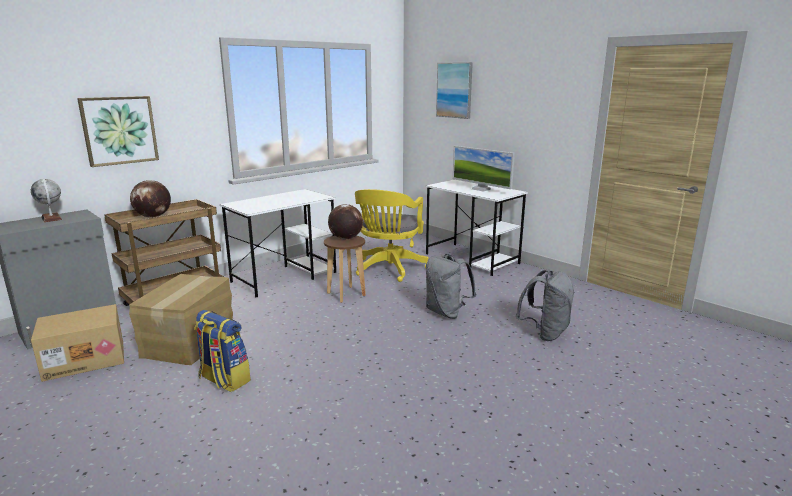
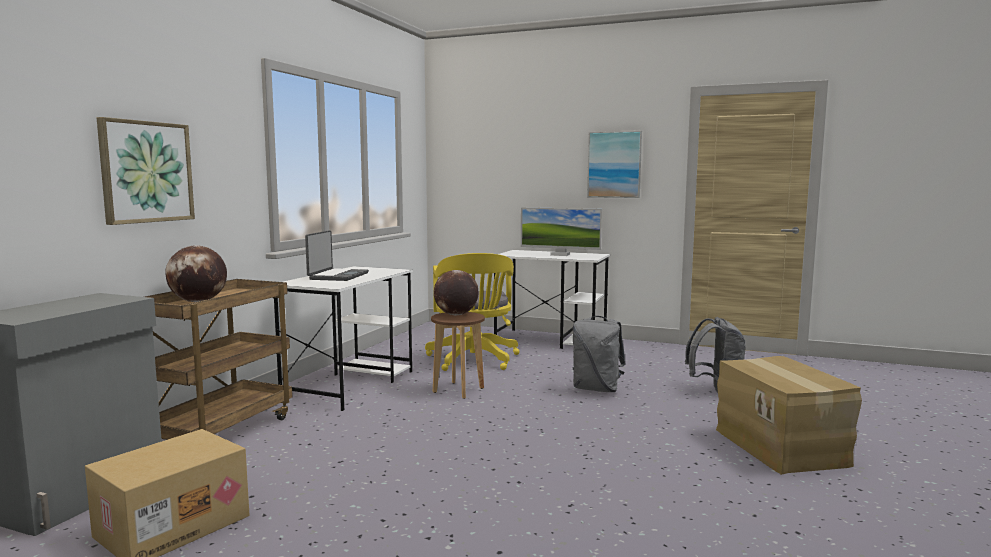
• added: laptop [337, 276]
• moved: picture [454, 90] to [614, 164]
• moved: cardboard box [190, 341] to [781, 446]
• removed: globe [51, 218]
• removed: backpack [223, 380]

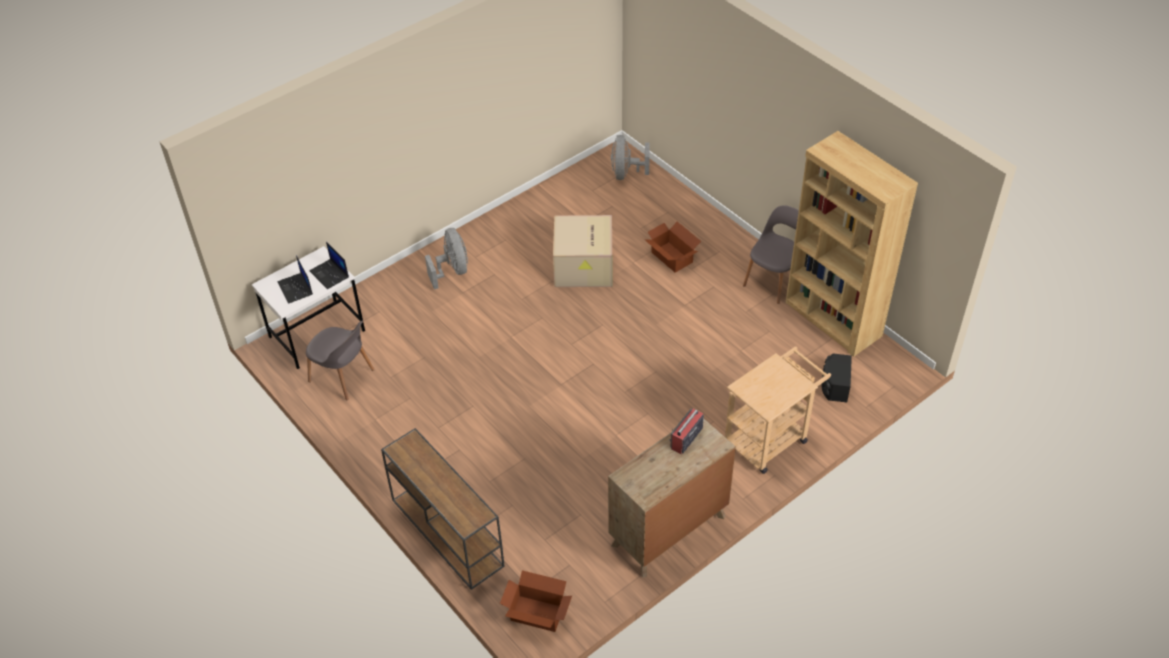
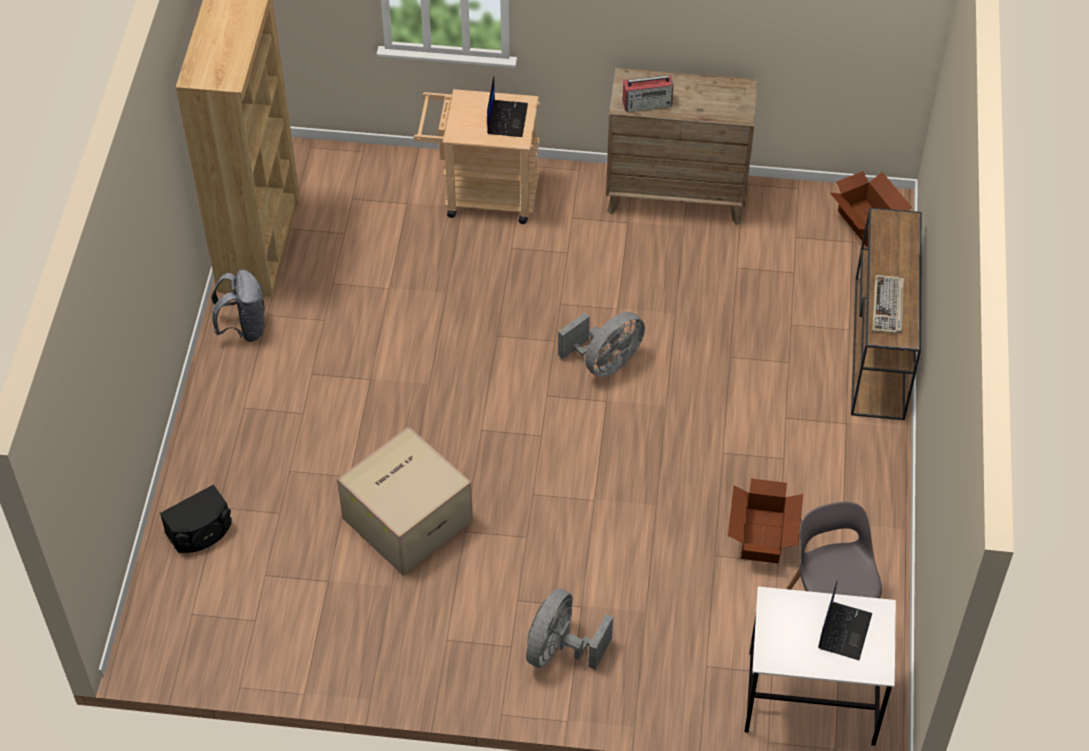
• moved: speaker (black) [834, 385] to [201, 532]
• replaced: chair (grey) [774, 280] to backpack (grey) [244, 328]
• moved: laptop [330, 274] to [506, 118]
• moved: fan (grey) [626, 173] to [605, 362]
• moved: cardboard box [671, 257] to [763, 535]
• added: keyboard [888, 306]

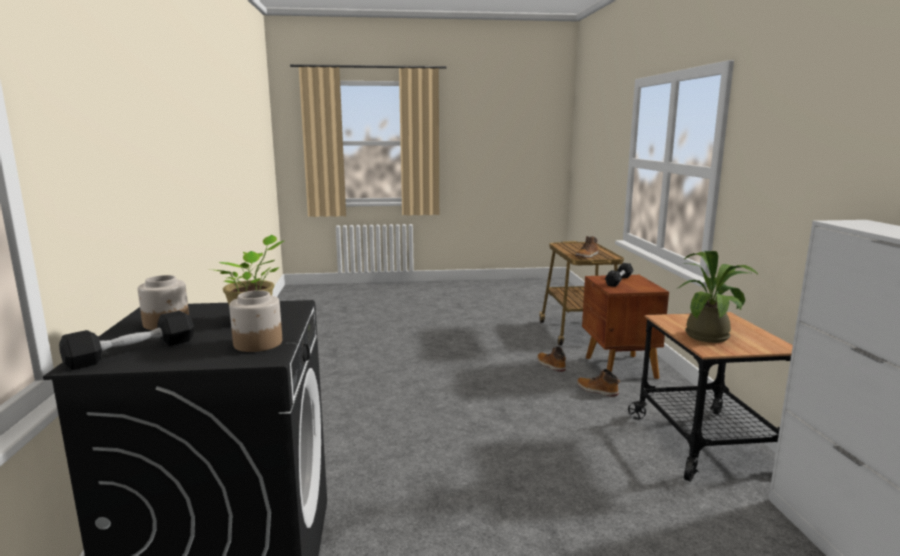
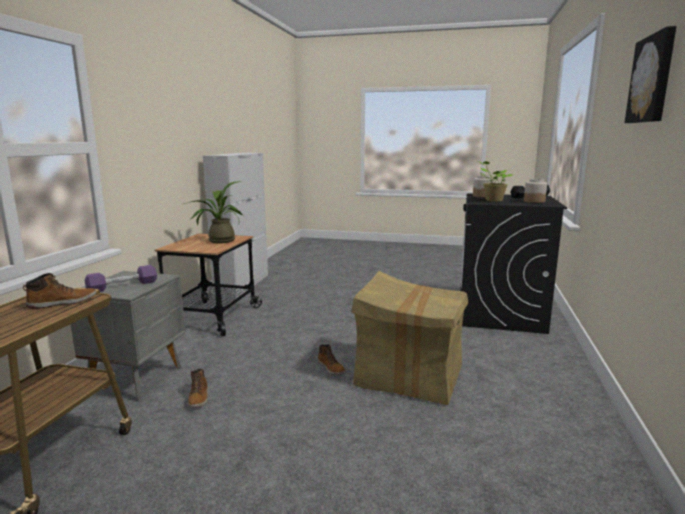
• recoloured: nightstand (brown) [619, 368] to nightstand (grey) [138, 379]
• recoloured: dumbbell (black) [618, 281] to dumbbell (purple) [122, 286]
• moved: boot [596, 390] to [331, 368]
• added: cardboard box [408, 375]
• added: picture [653, 79]

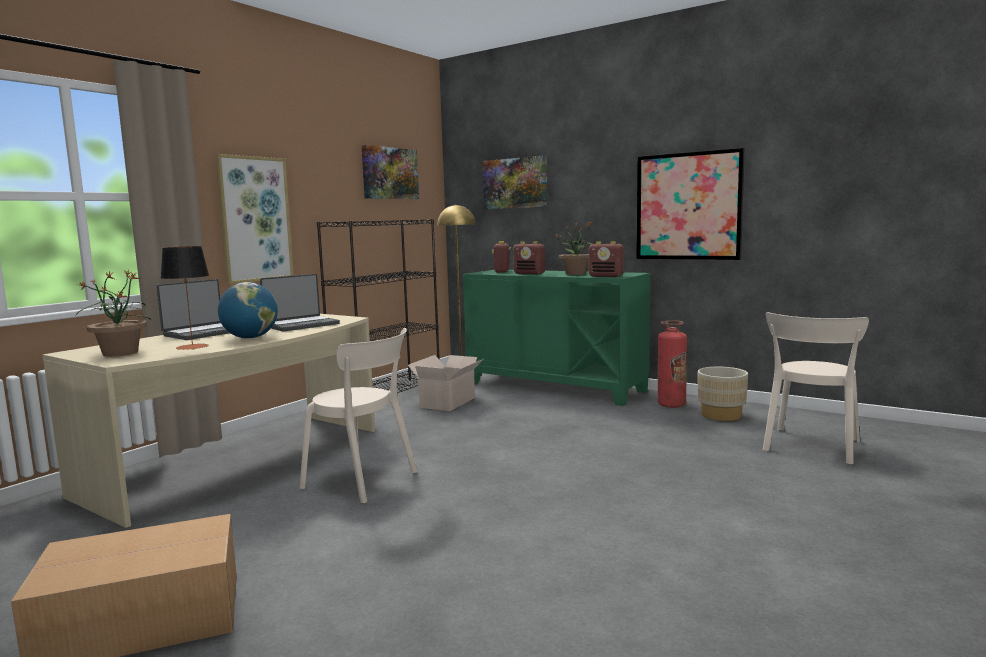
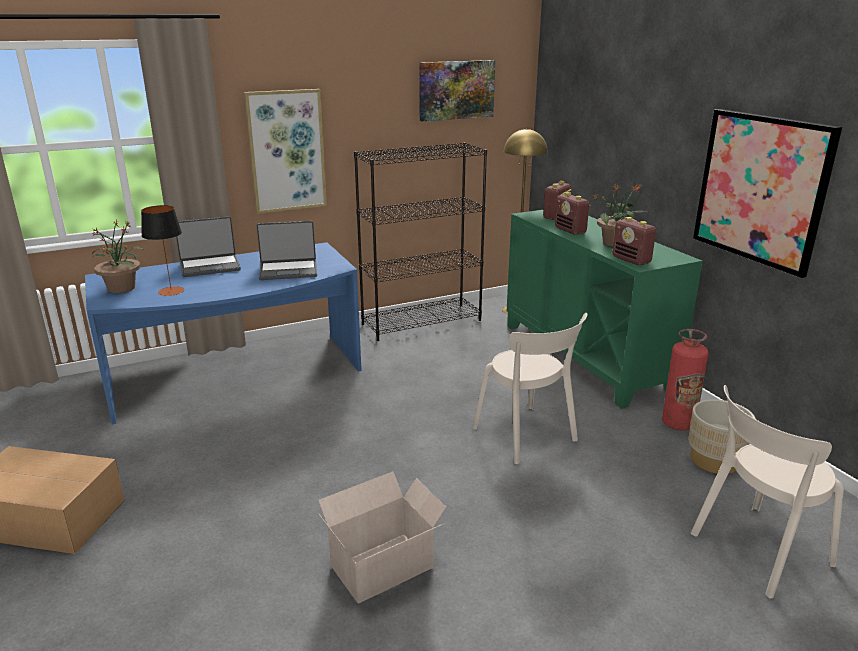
• recoloured: desk (beige) [243, 462] to desk (blue) [237, 378]
• moved: cardboard box [449, 402] to [385, 566]
• moved: chair (beige) [364, 481] to [527, 436]
• removed: globe [250, 338]
• removed: picture [515, 183]

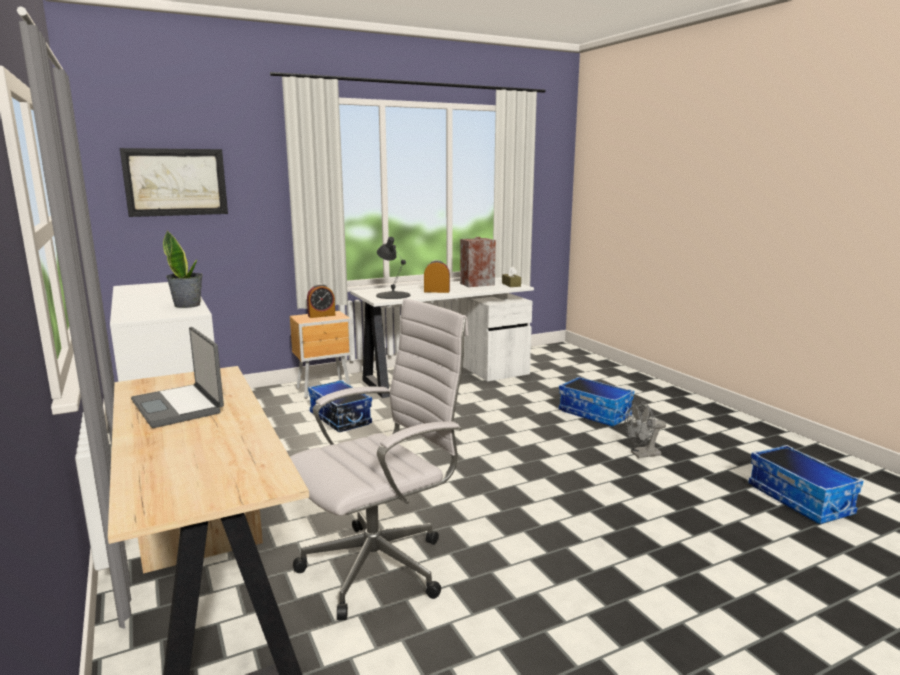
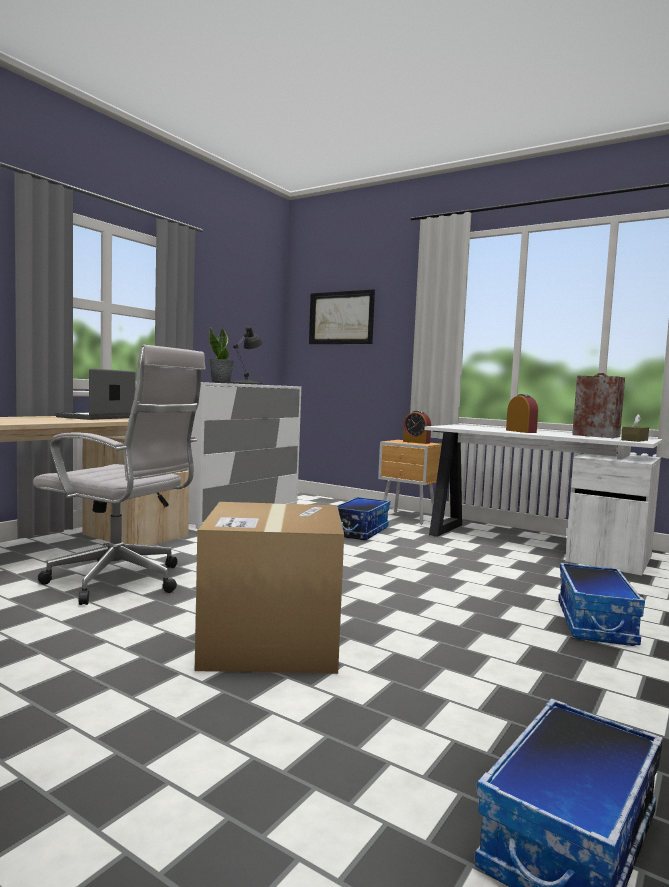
• added: cardboard box [271, 642]
• moved: table lamp (black) [393, 295] to [246, 383]
• removed: fan (grey) [641, 454]

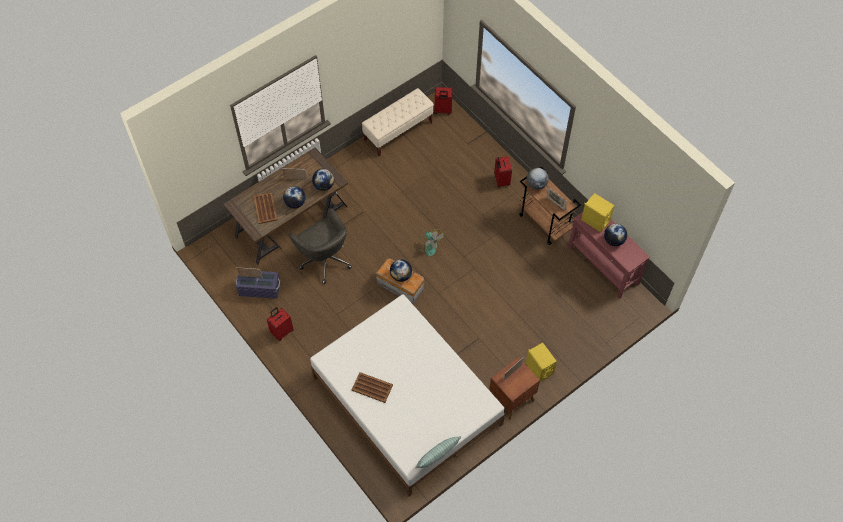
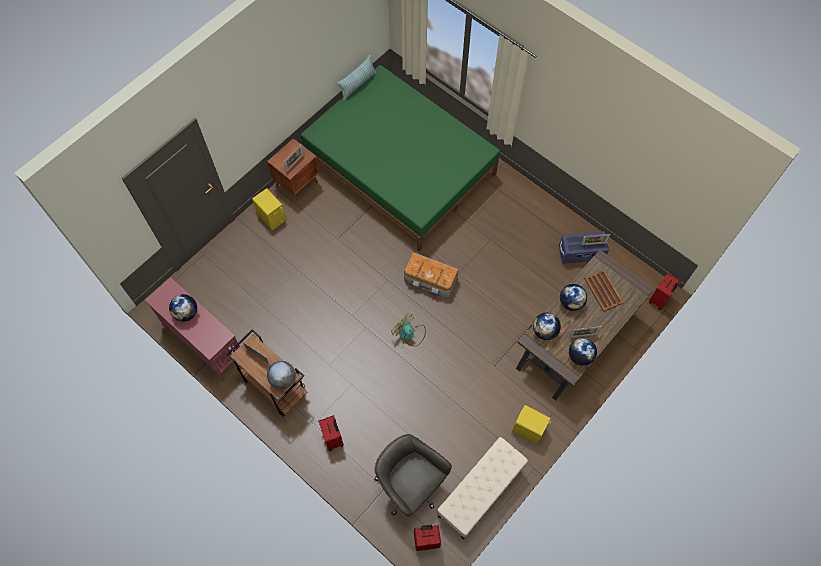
• recoloured: bed (white) [406, 401] to bed (green) [400, 167]
• moved: office chair (grey) [324, 259] to [410, 485]
• moved: speaker (yellow) [595, 220] to [528, 429]
• moved: globe [401, 276] to [580, 356]
• moved: suitcase (red) [282, 331] to [659, 299]
• removed: tray (brown) [372, 387]

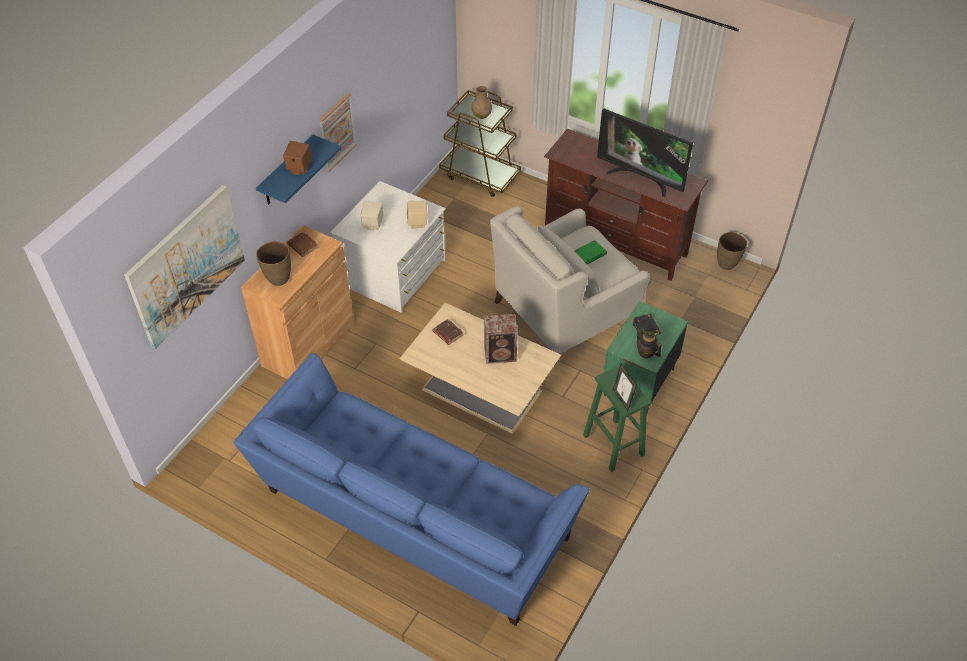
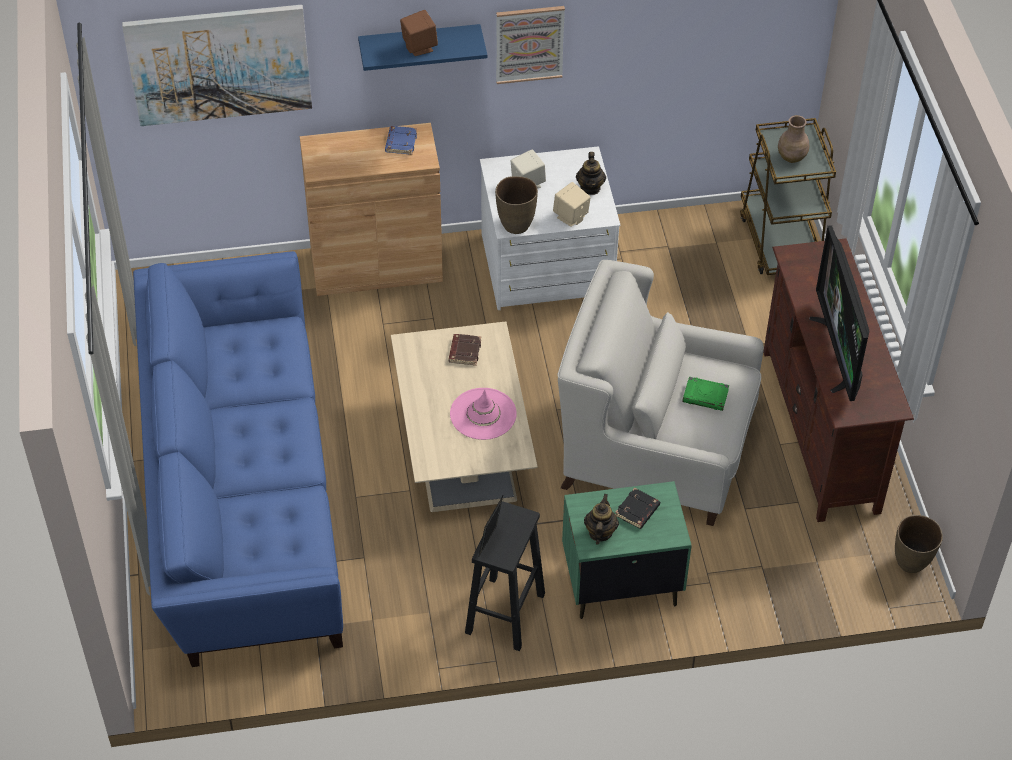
• recoloured: book (brown) [302, 246] to book (blue) [400, 142]
• replaced: speaker [501, 354] to hat (pink) [483, 414]
• recoloured: stool (green) [614, 445] to stool (black) [505, 614]
• moved: vase (brown) [278, 279] to [515, 225]
• added: teapot [590, 187]

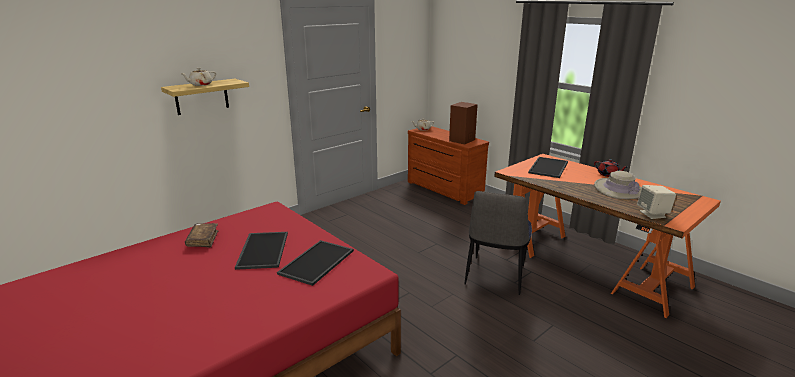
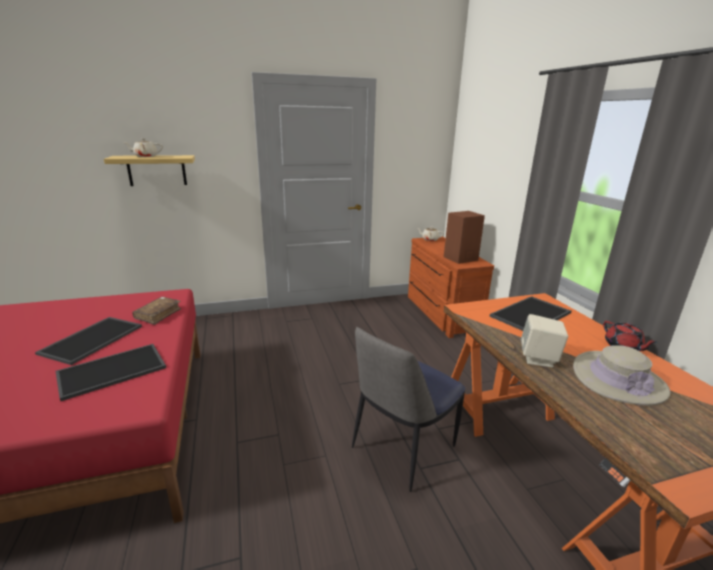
• moved: book (brown) [203, 239] to [158, 315]
• moved: speaker (beige) [653, 214] to [539, 358]

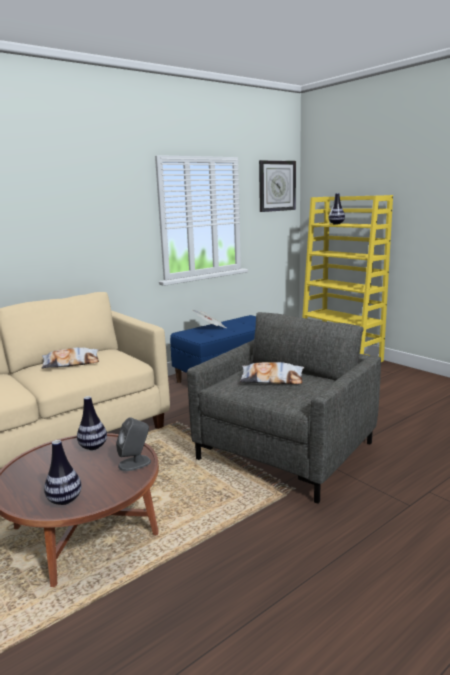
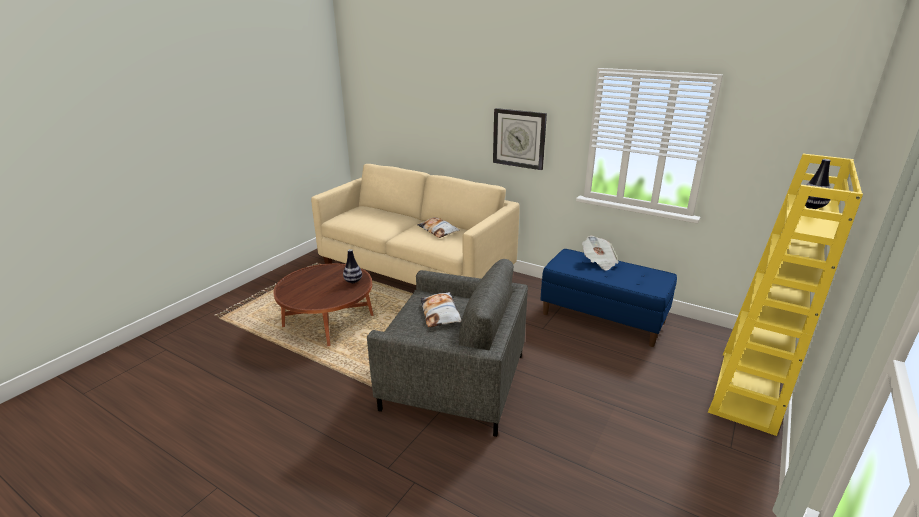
• moved: wall clock [277, 186] to [519, 138]
• removed: vase [64, 500]
• removed: speaker (grey) [135, 463]

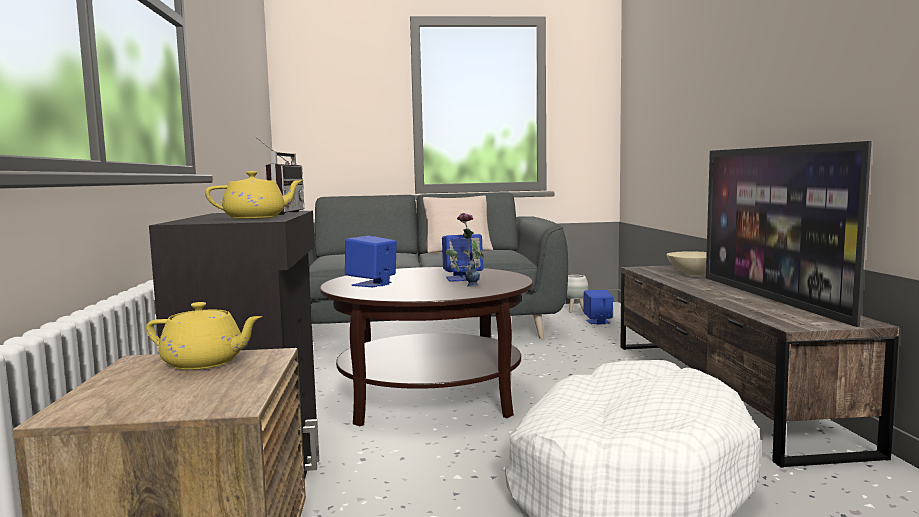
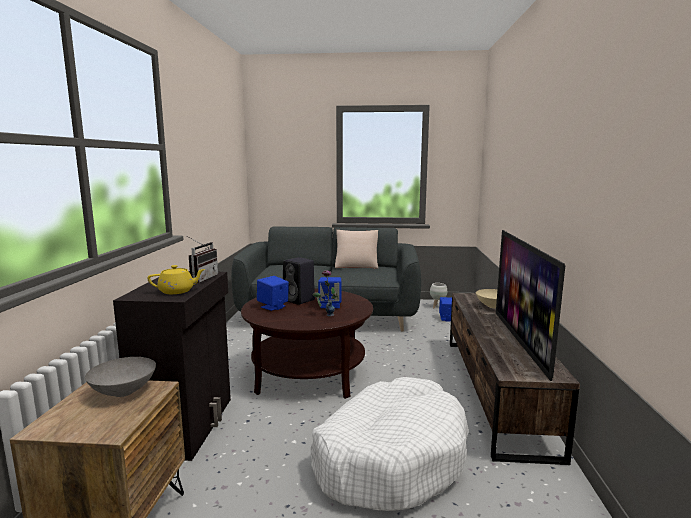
• replaced: teapot (yellow) [205, 363] to bowl (grey) [124, 391]
• added: speaker (black) [299, 300]

